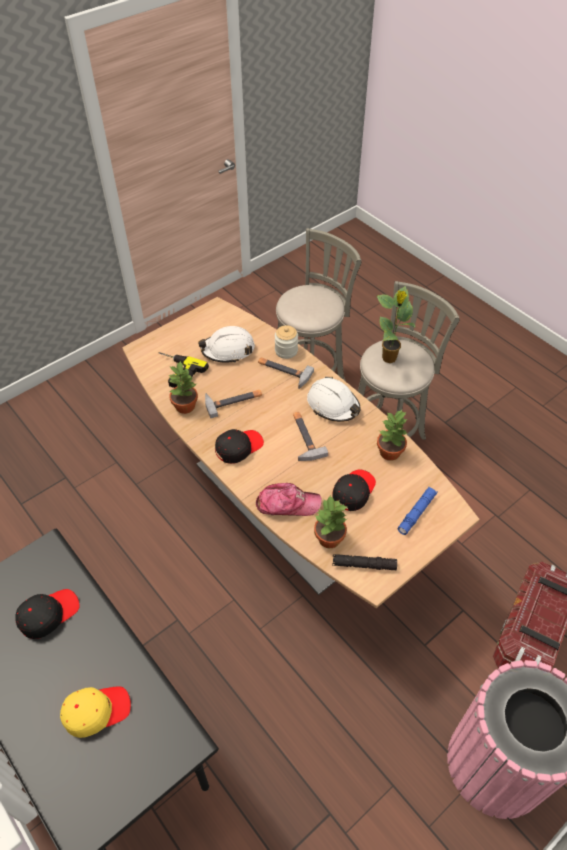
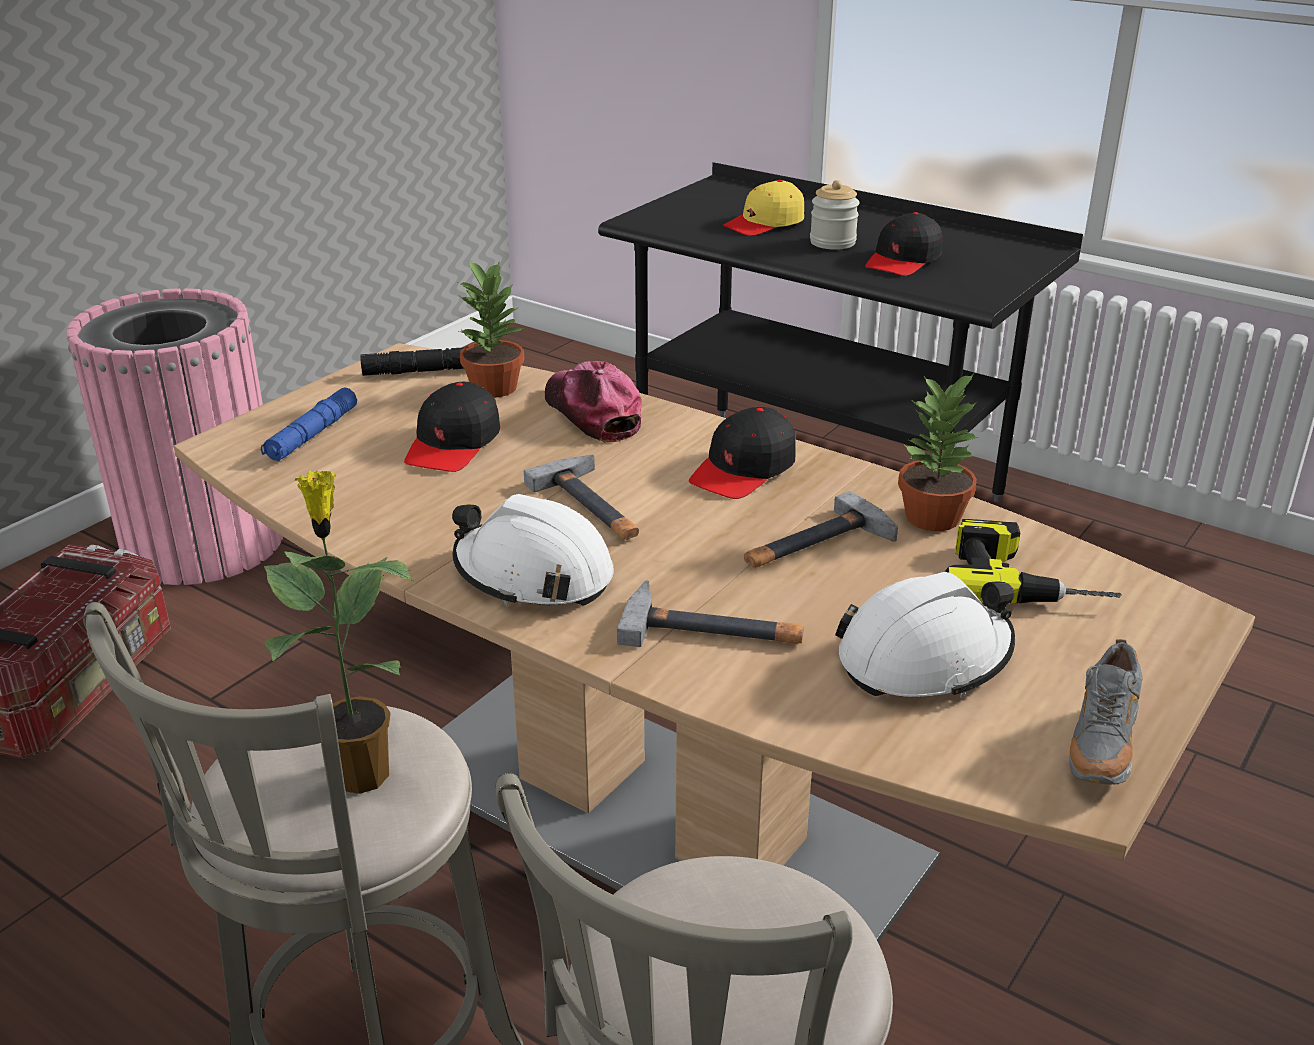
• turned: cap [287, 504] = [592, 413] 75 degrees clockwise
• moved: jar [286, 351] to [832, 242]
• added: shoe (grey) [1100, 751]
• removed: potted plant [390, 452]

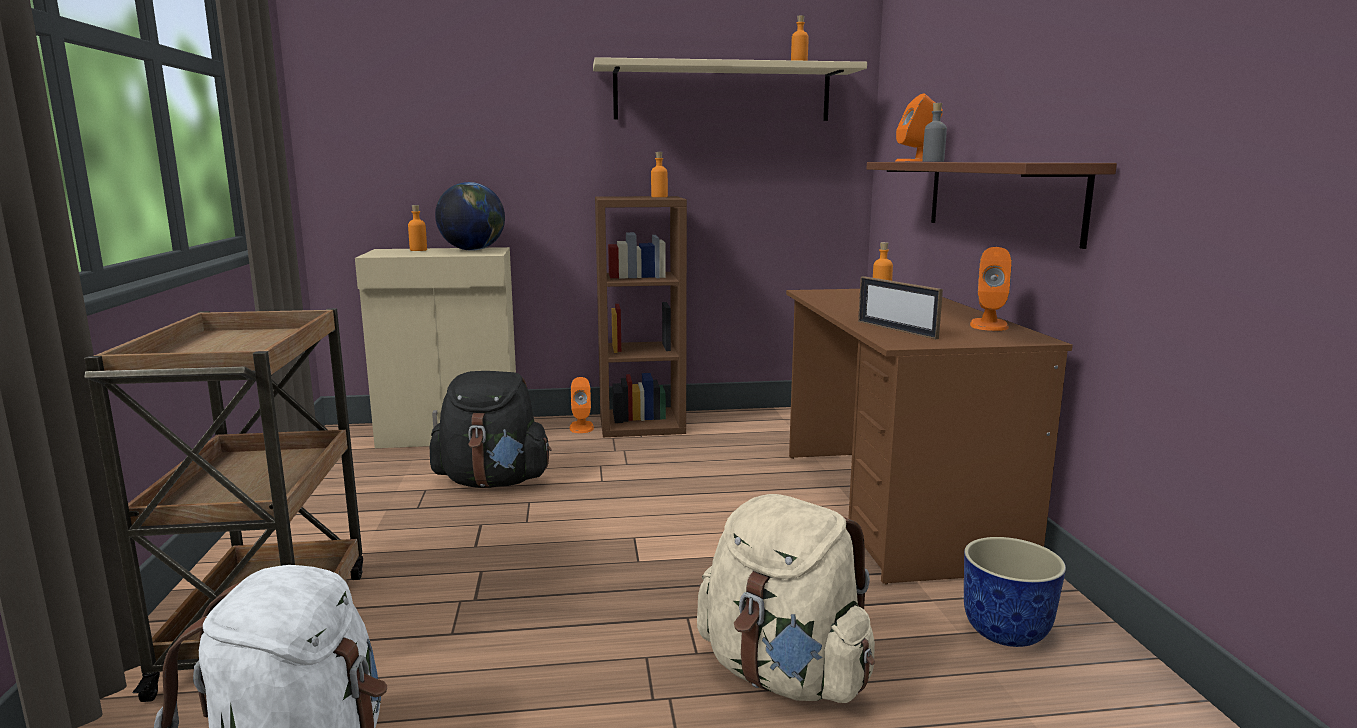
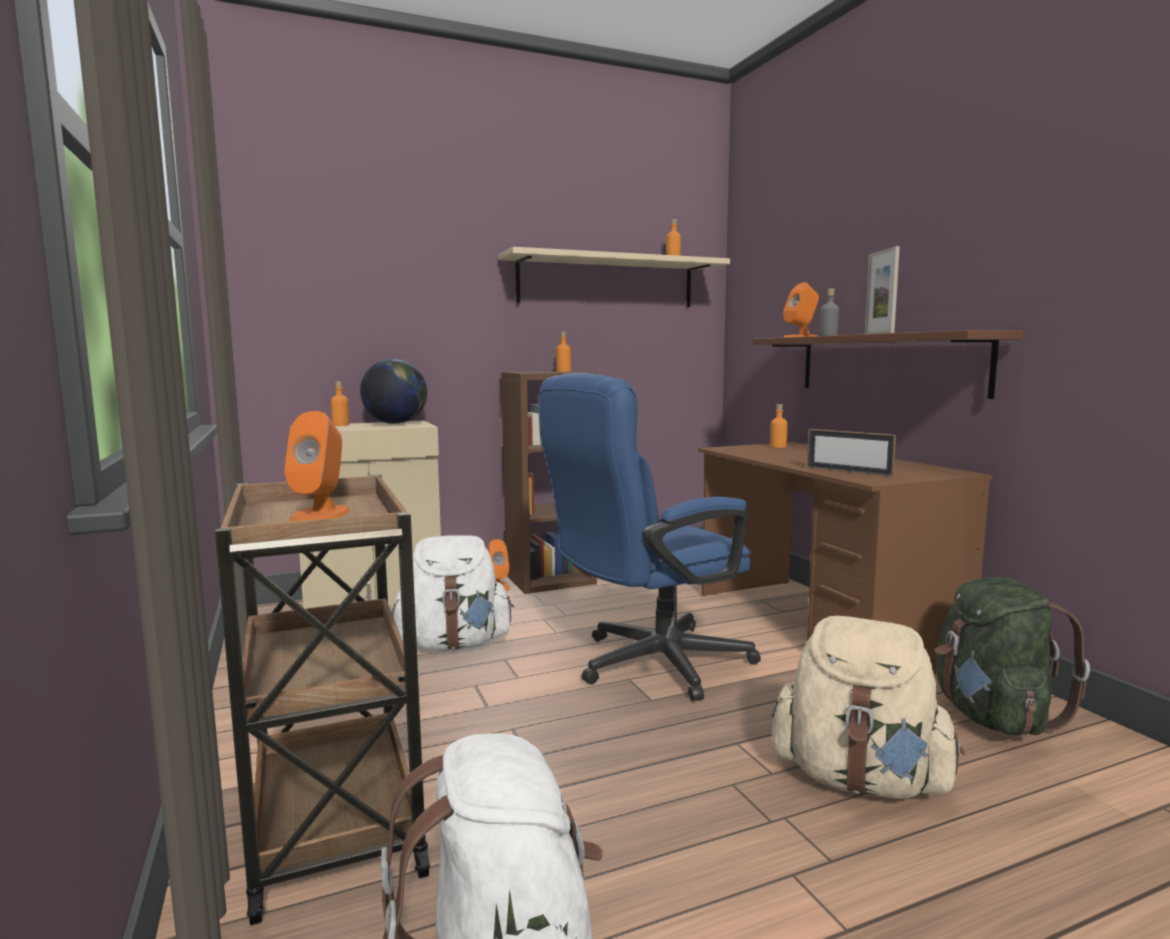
• moved: speaker (orange) [989, 325] to [320, 515]
• recoloured: backpack (black) [493, 482] to backpack (white) [454, 644]
• added: office chair (blue) [648, 665]
• added: picture frame [878, 333]
• replaced: planter [1007, 633] to backpack (green) [992, 717]

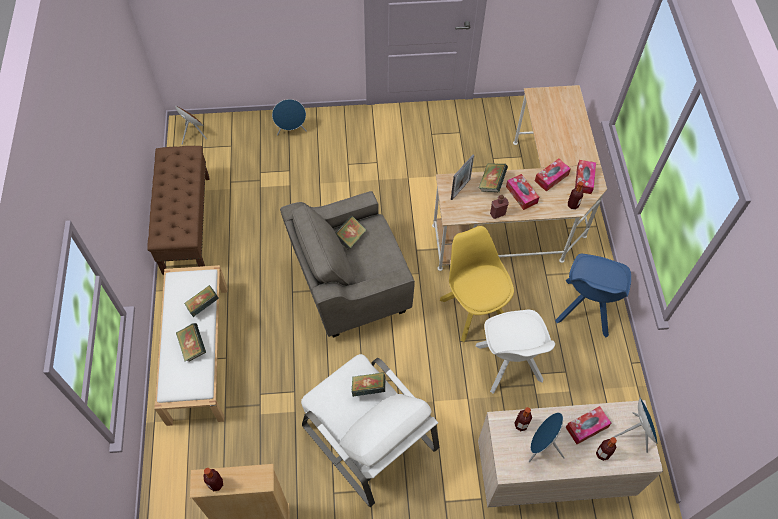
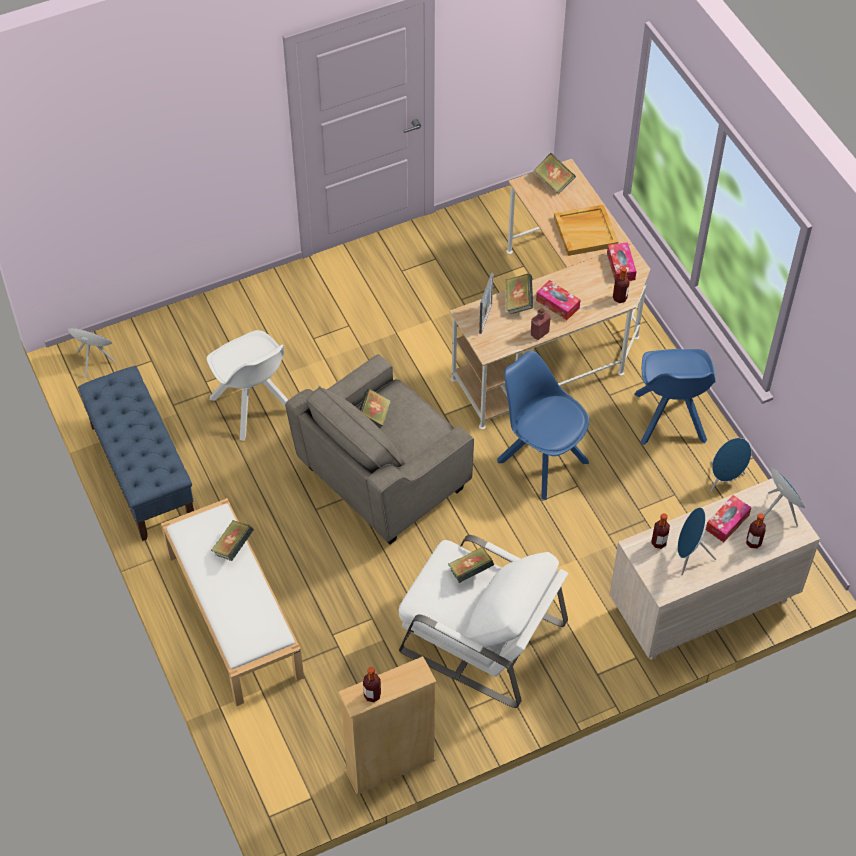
• recoloured: bench (brown) [186, 224] to bench (blue) [142, 472]
• moved: chair (white) [509, 365] to [254, 407]
• recoloured: chair (yellow) [473, 308] to chair (blue) [541, 459]
• moved: book [193, 347] to [553, 182]
• added: tray (beige) [585, 231]
• moved: speaker (blue) [291, 130] to [725, 479]
• removed: tissue box [551, 178]

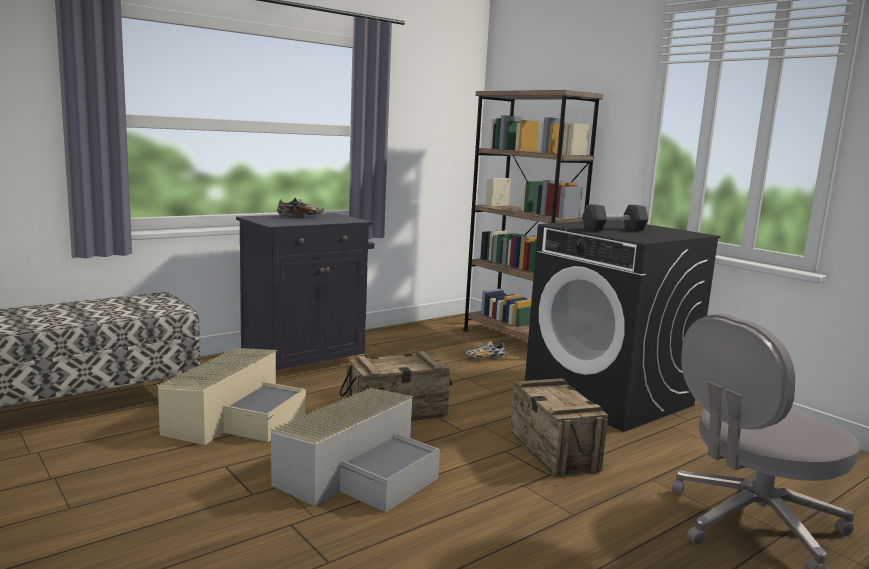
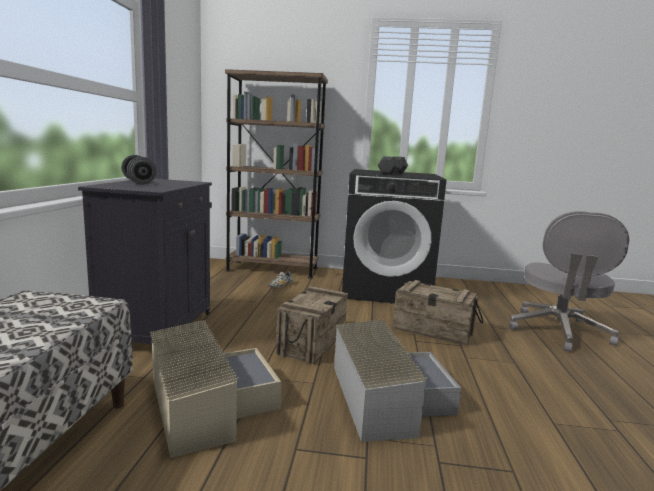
• replaced: shoe [300, 216] to dumbbell (grey) [139, 182]

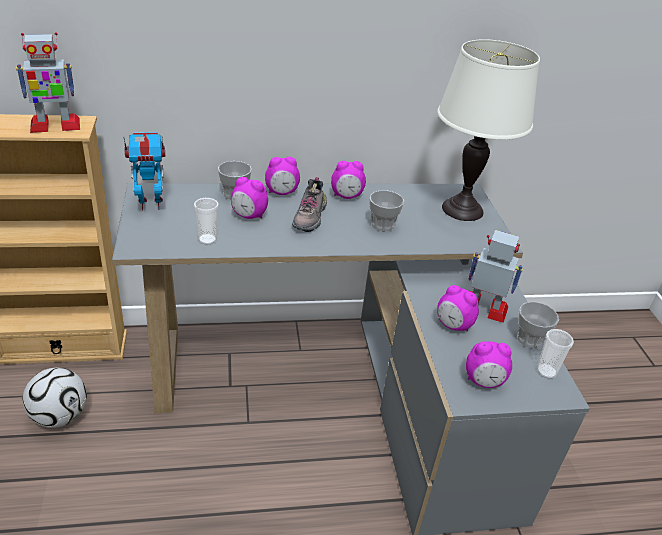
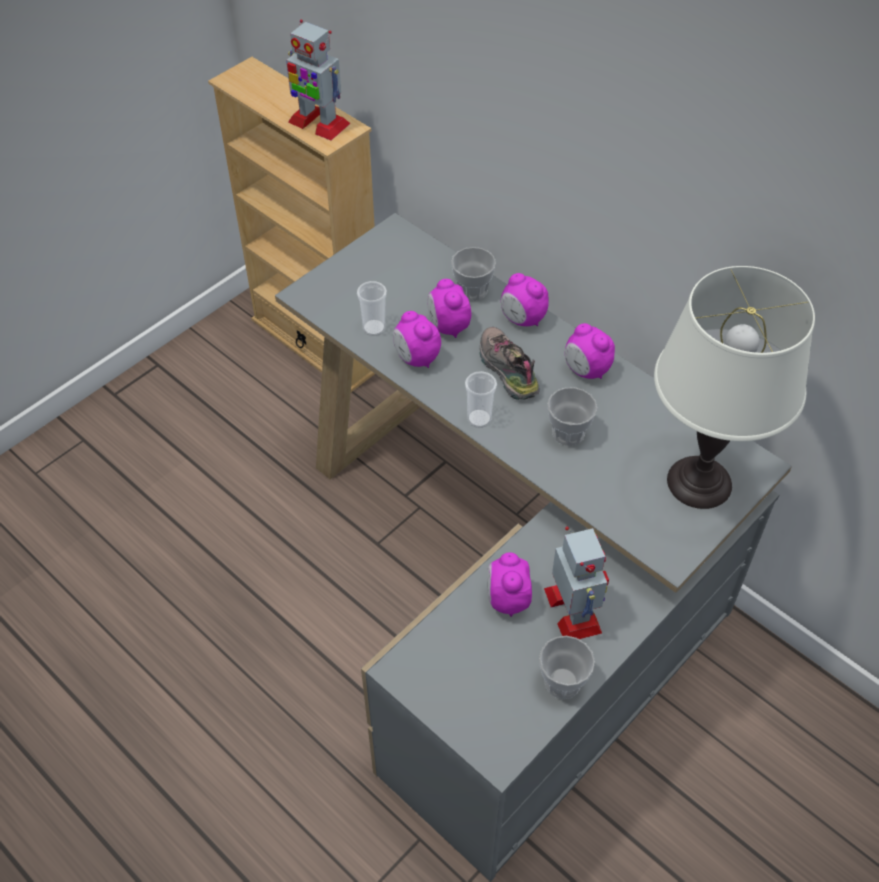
• moved: alarm clock [483, 381] to [416, 358]
• moved: cup [546, 371] to [479, 419]
• turned: shoe [310, 217] = [505, 370] 90 degrees clockwise
• removed: football [60, 416]
• removed: toy robot [150, 204]

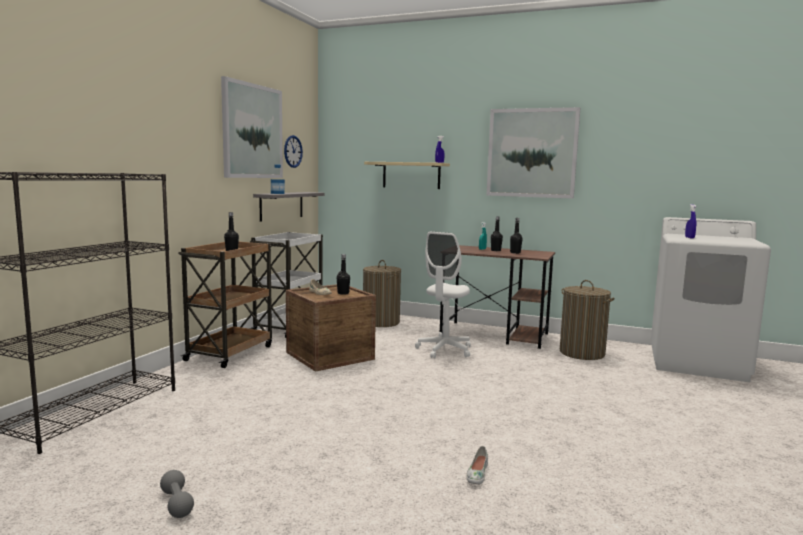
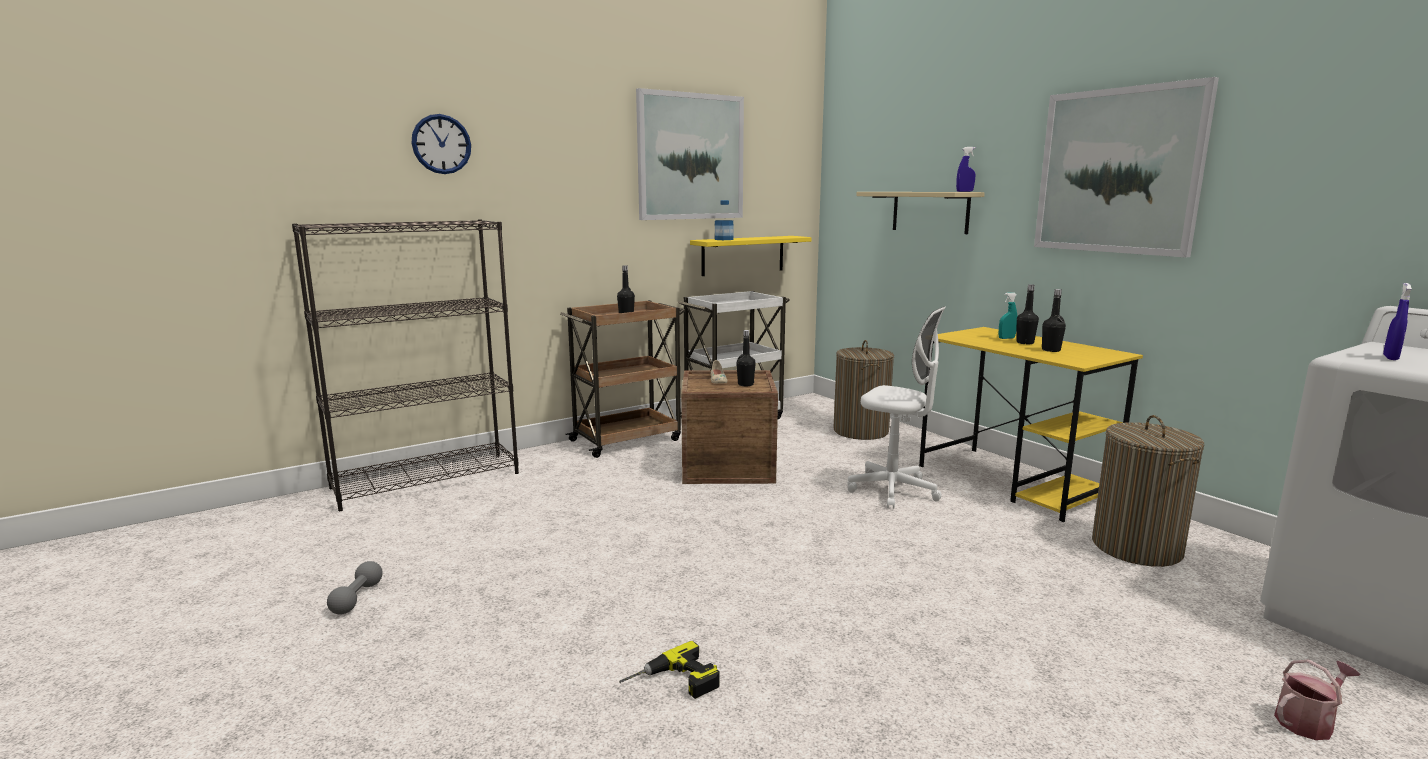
• moved: wall clock [293, 151] to [441, 144]
• replaced: shoe (white) [477, 474] to power drill [672, 684]
• recoloured: shelf (grey) [281, 205] to shelf (yellow) [743, 255]
• turned: office chair (white) [444, 350] = [893, 490] 120 degrees counterclockwise
• recoloured: desk (brown) [495, 334] to desk (yellow) [1014, 482]
• added: watering can [1308, 721]

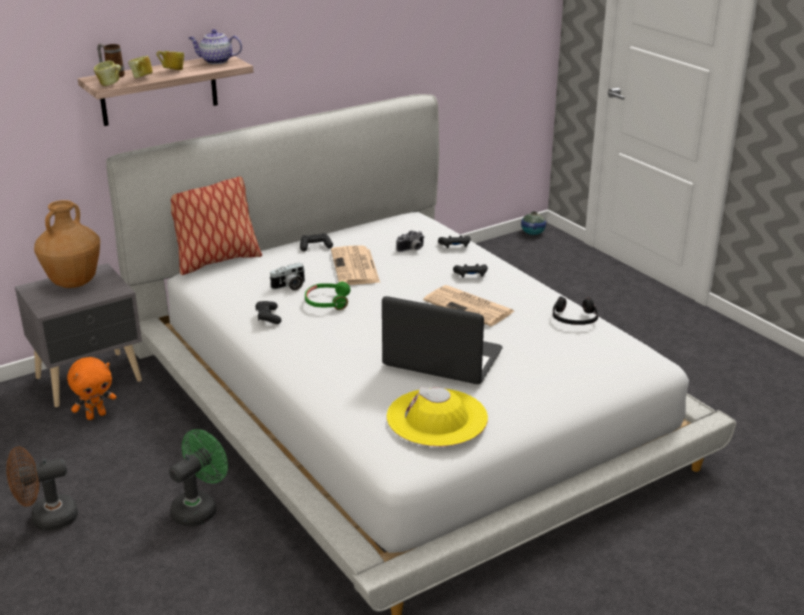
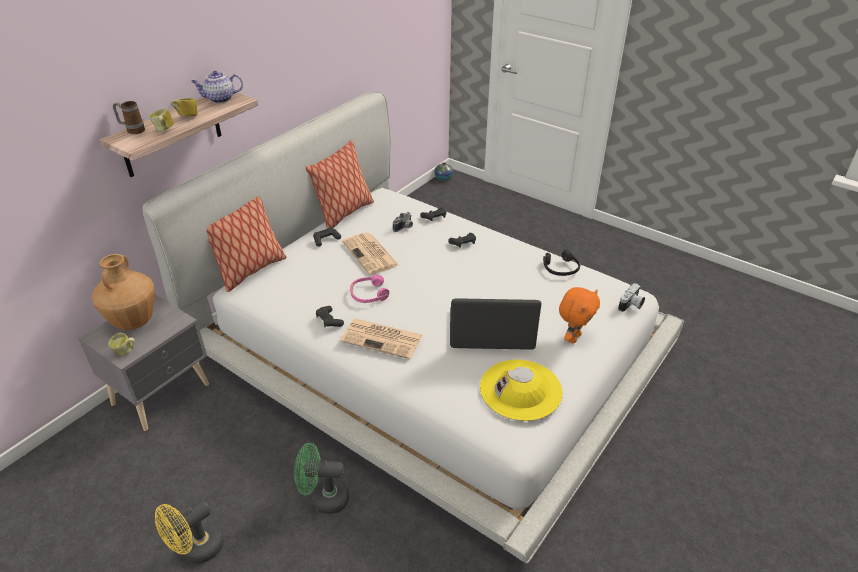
• moved: mug [110, 85] to [126, 352]
• recoloured: fan (brown) [46, 519] to fan (yellow) [196, 550]
• turned: fan (green) [199, 508] = [324, 498] 105 degrees counterclockwise
• added: pillow [343, 213]
• moved: newspaper [470, 306] to [383, 338]
• recoloured: headphones (green) [327, 302] to headphones (pink) [369, 294]
• moved: plush toy (orange) [96, 415] to [573, 337]
• moved: photo camera [289, 286] to [631, 305]

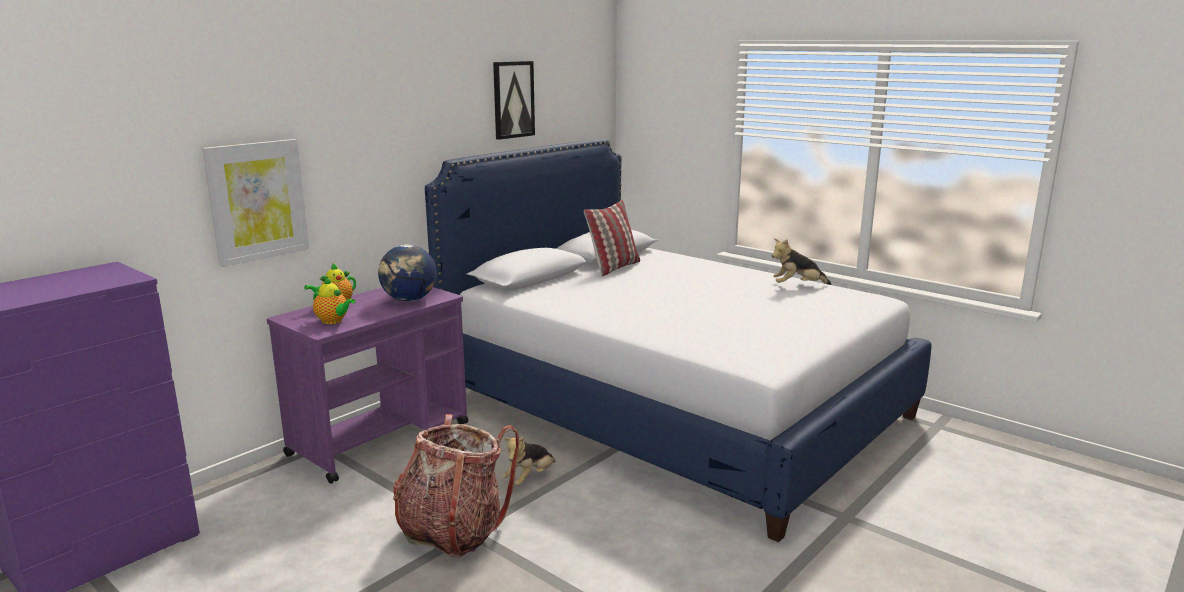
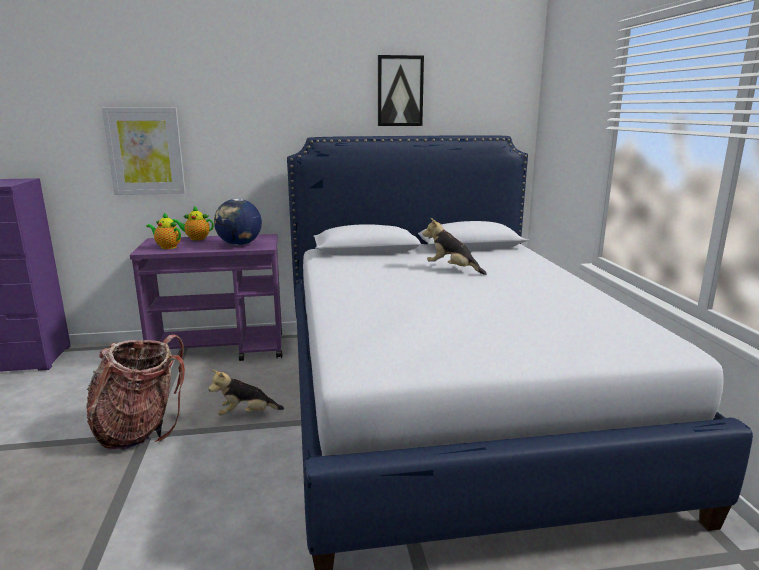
• turned: teapot [333, 321] = [167, 247] 135 degrees clockwise
• moved: plush toy [797, 286] to [452, 269]
• removed: pillow [614, 267]

